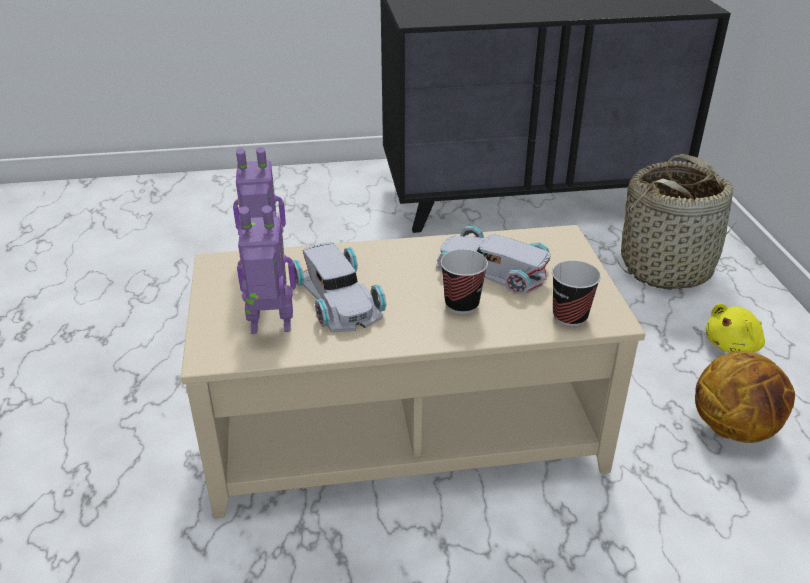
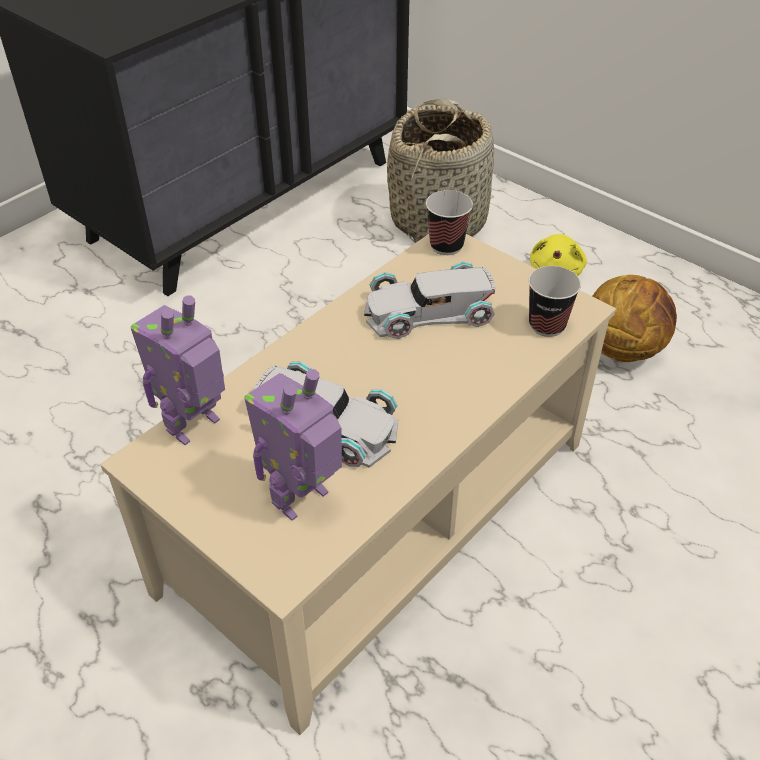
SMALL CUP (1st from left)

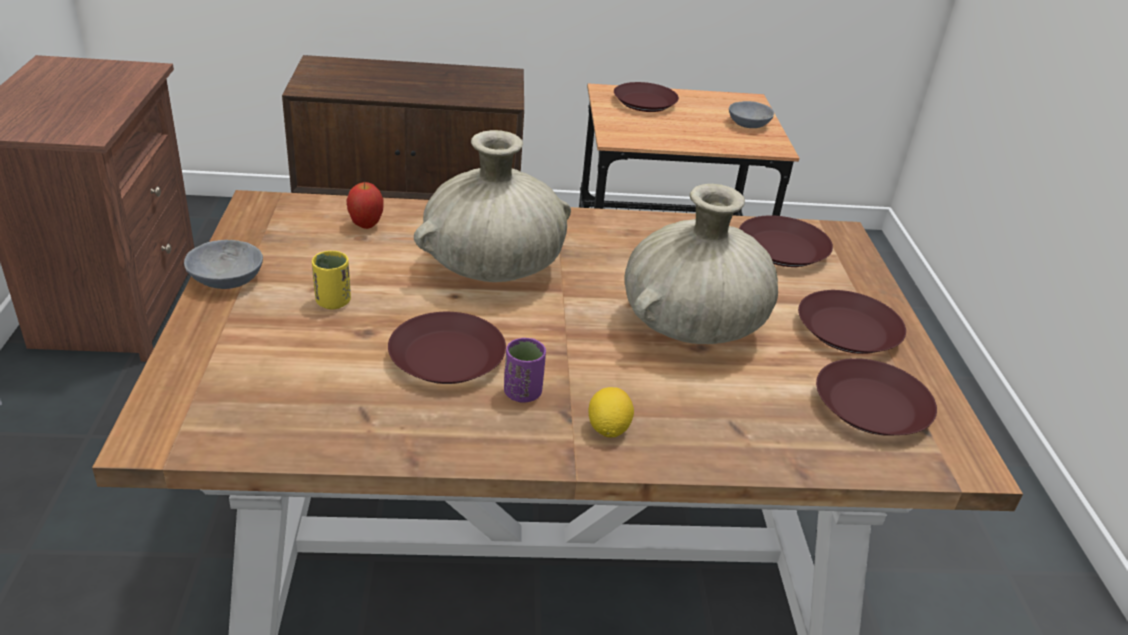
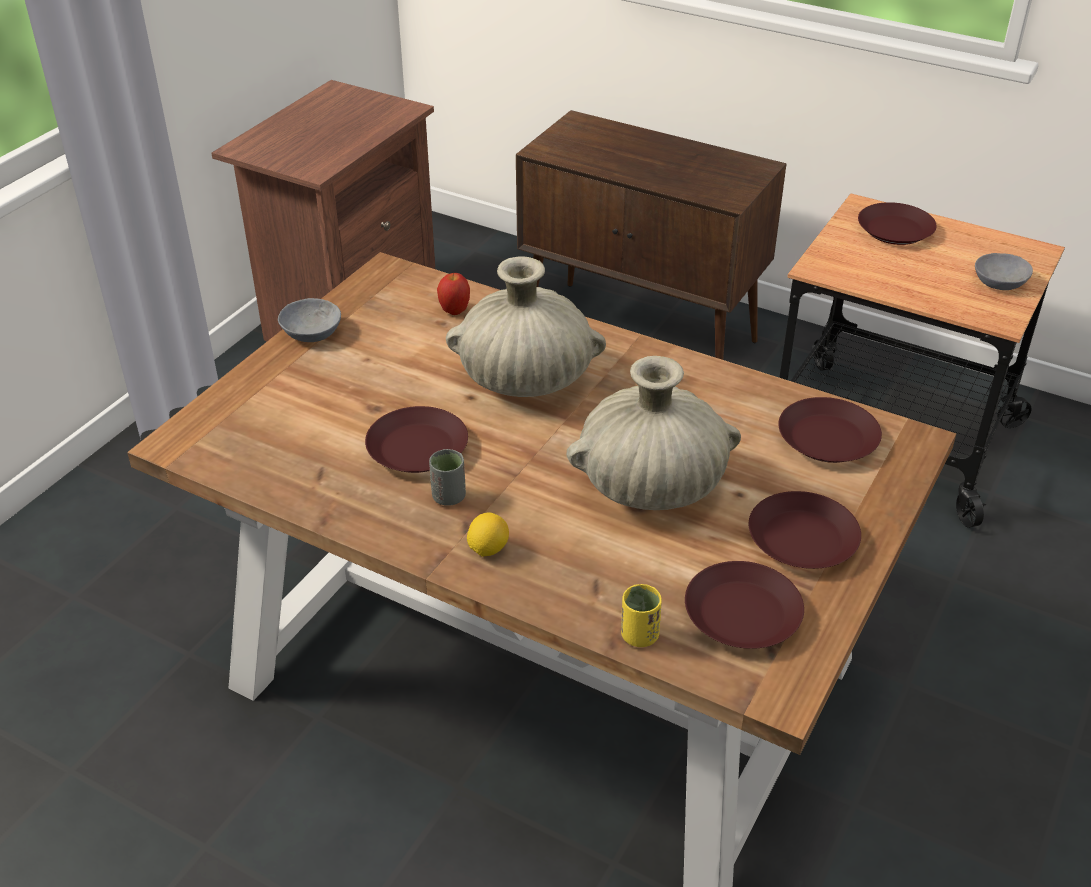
YELLOWISH SMALL CUP
GREY SMALL CUP

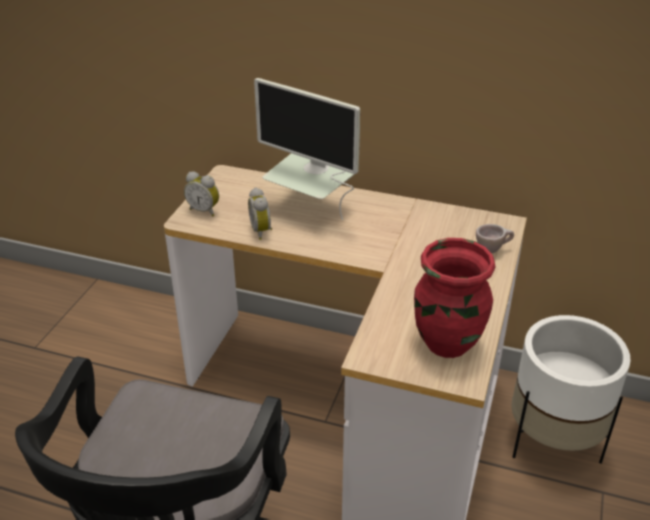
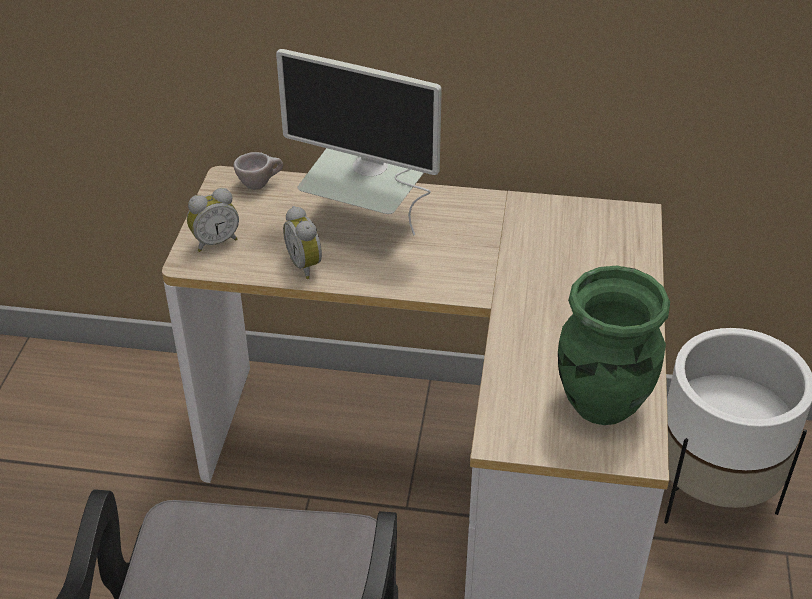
ALARM CLOCK (1st from left)
GREEN-COLOURED FLOWER VASE
SAND-COLOURED SMALL CUP

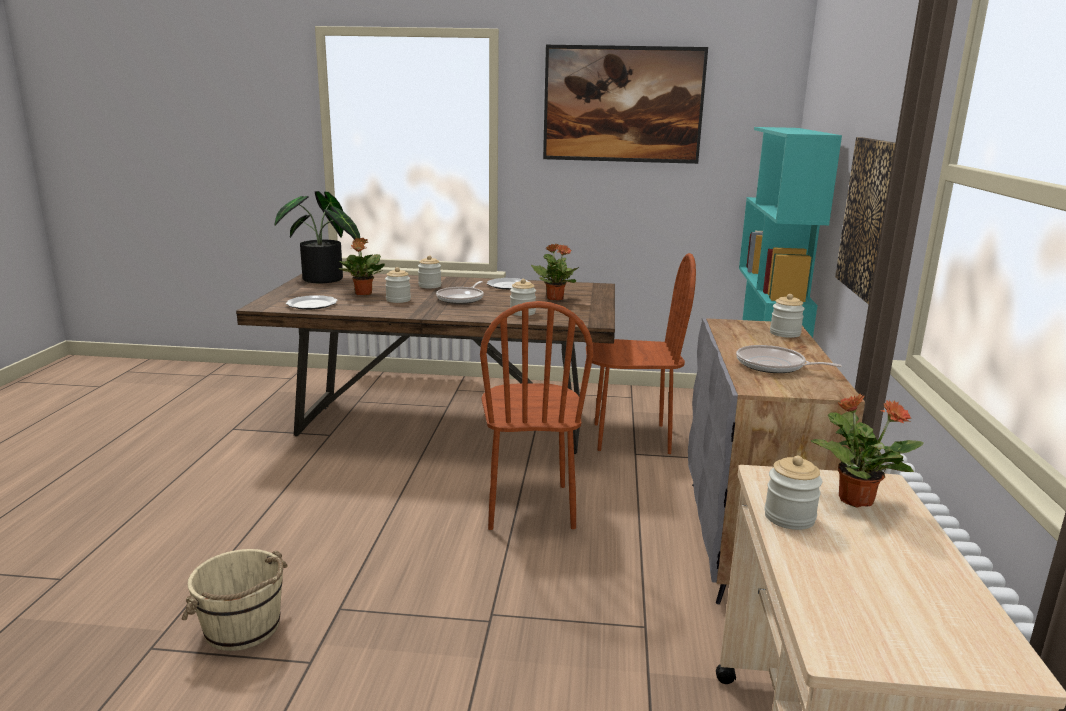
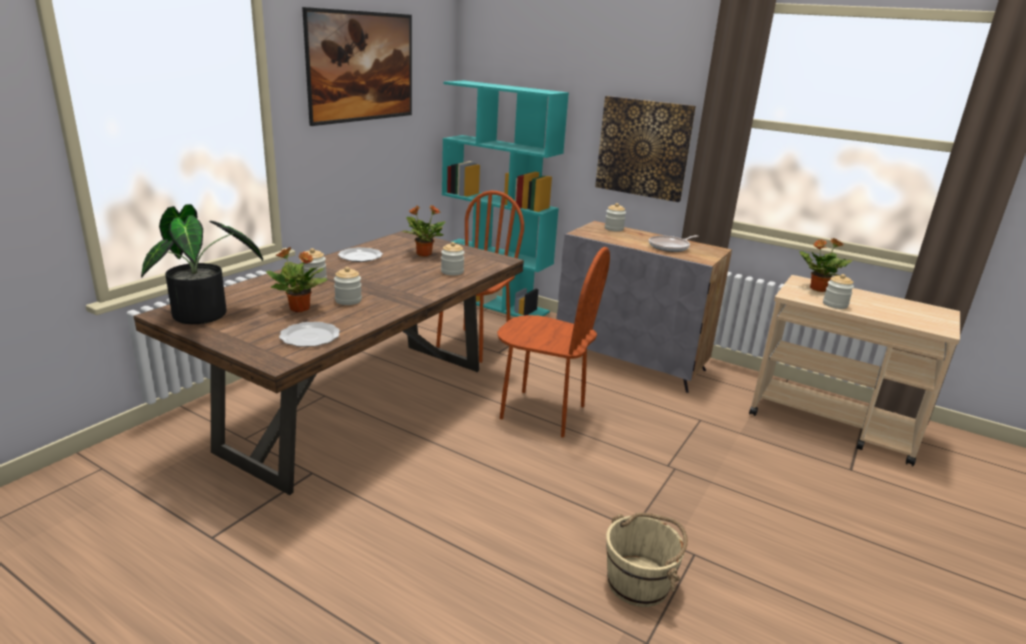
FRYING PAN (1st from left in the first image)

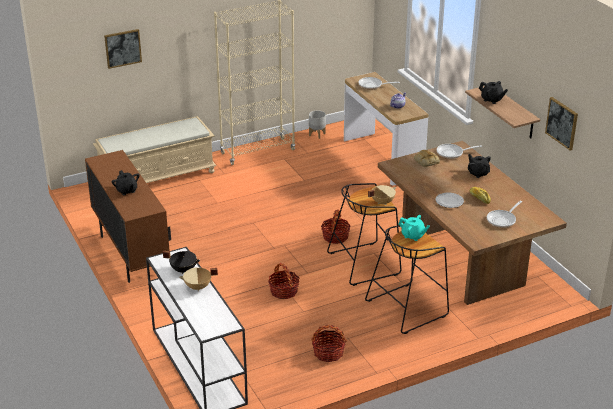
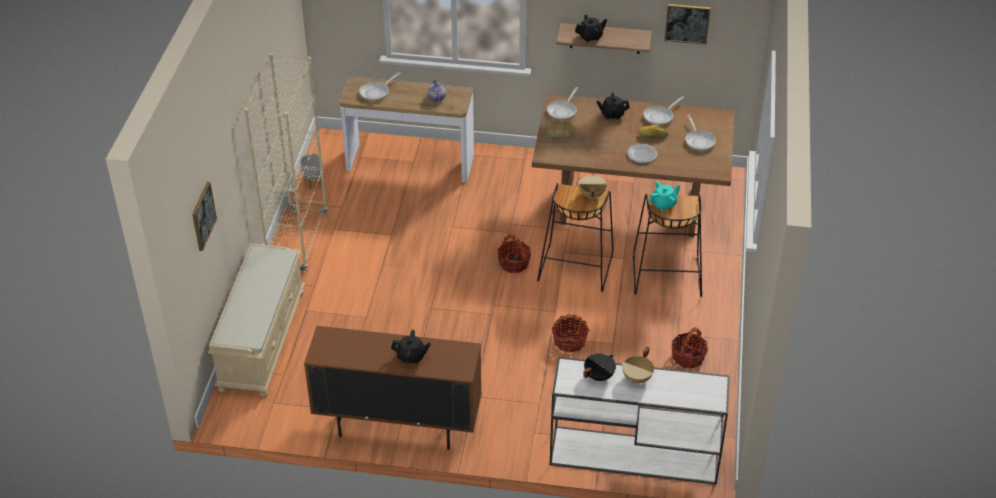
FRYING PAN (3rd from left)

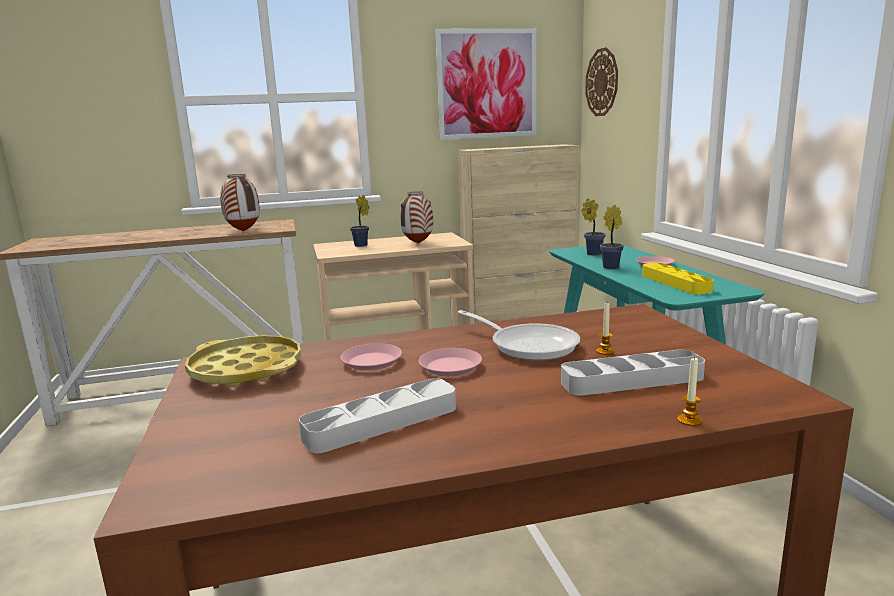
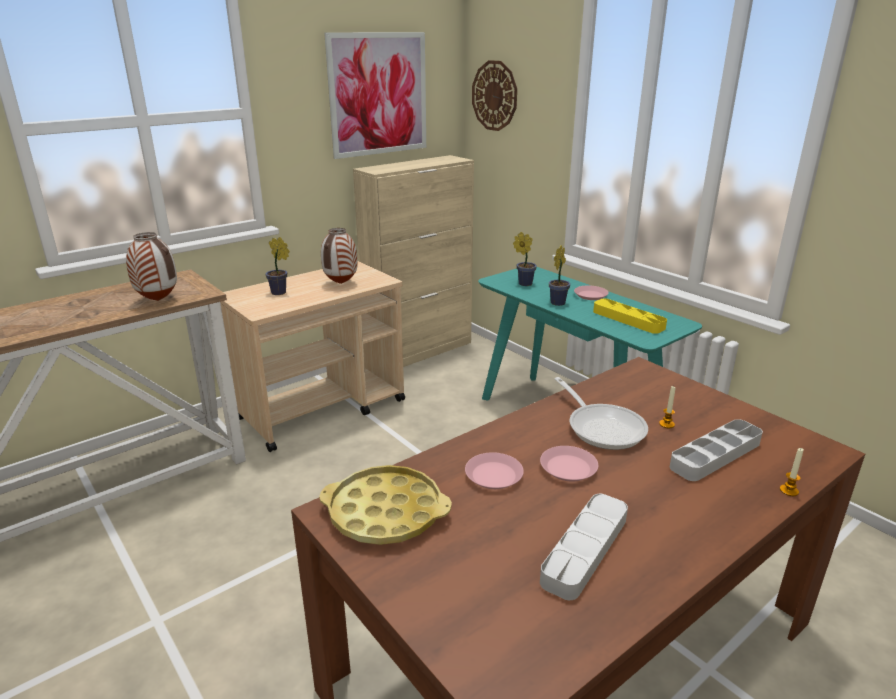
FRYING PAN

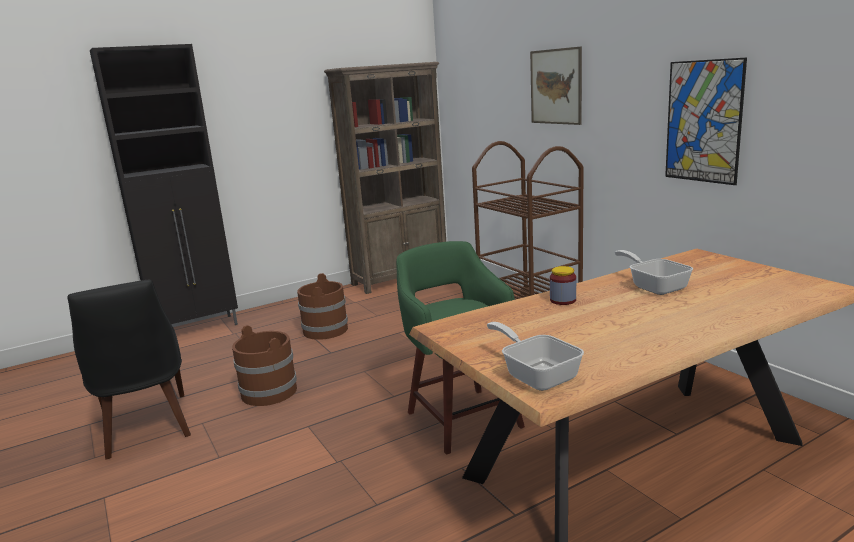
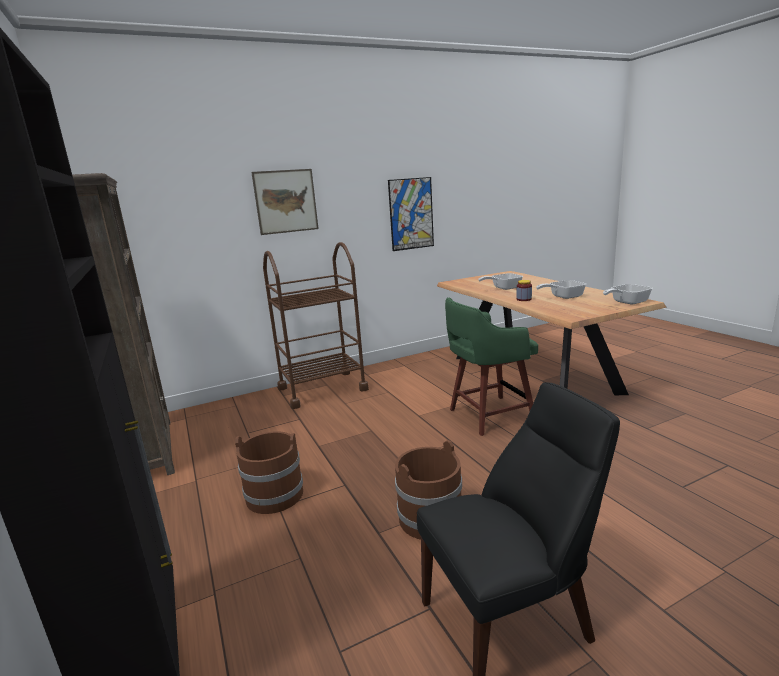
FRYING PAN (2nd from left)

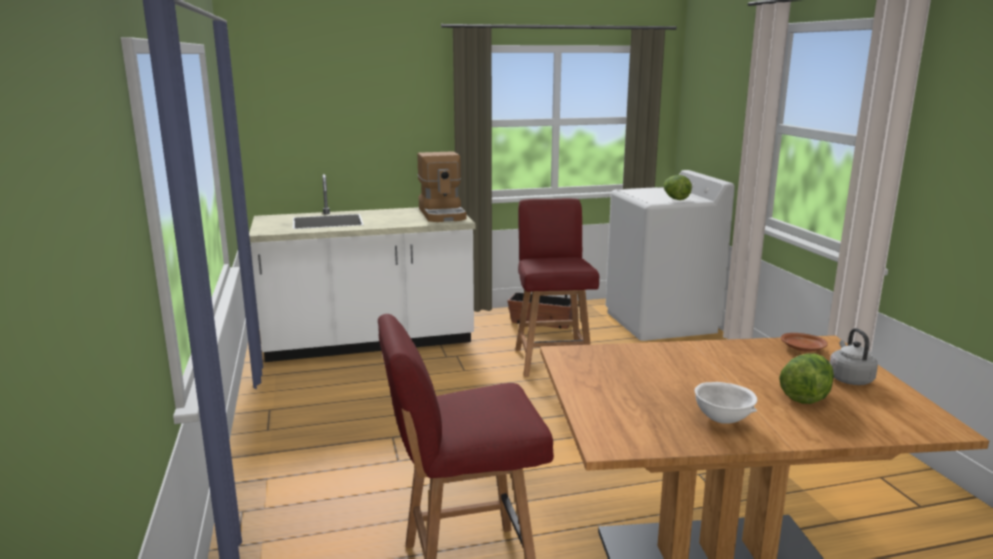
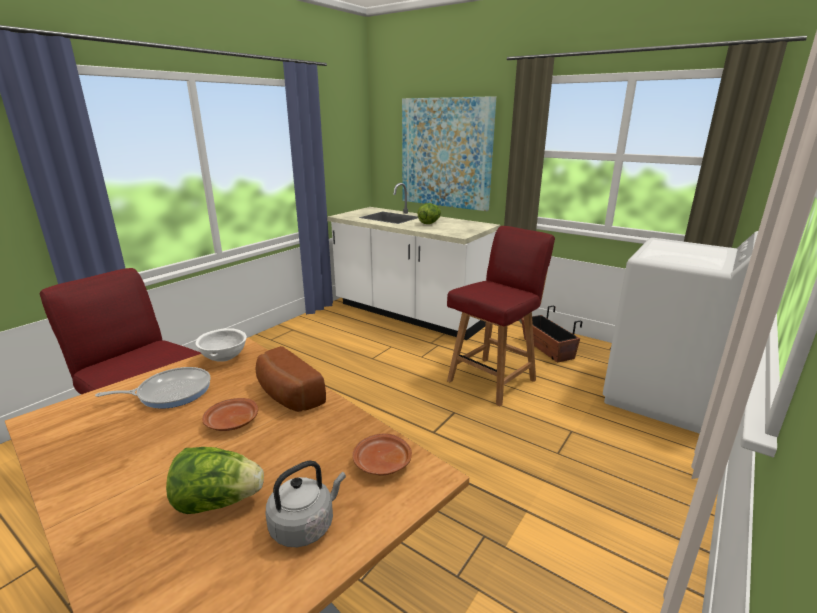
COFFEE BREWER
LETTUCE HEAD (2nd from left)
WHITE-COLOURED SERVING BOWL
FRYING PAN
BROWNISH FLAT DISH (1st from left)
BREAD
PICTURE

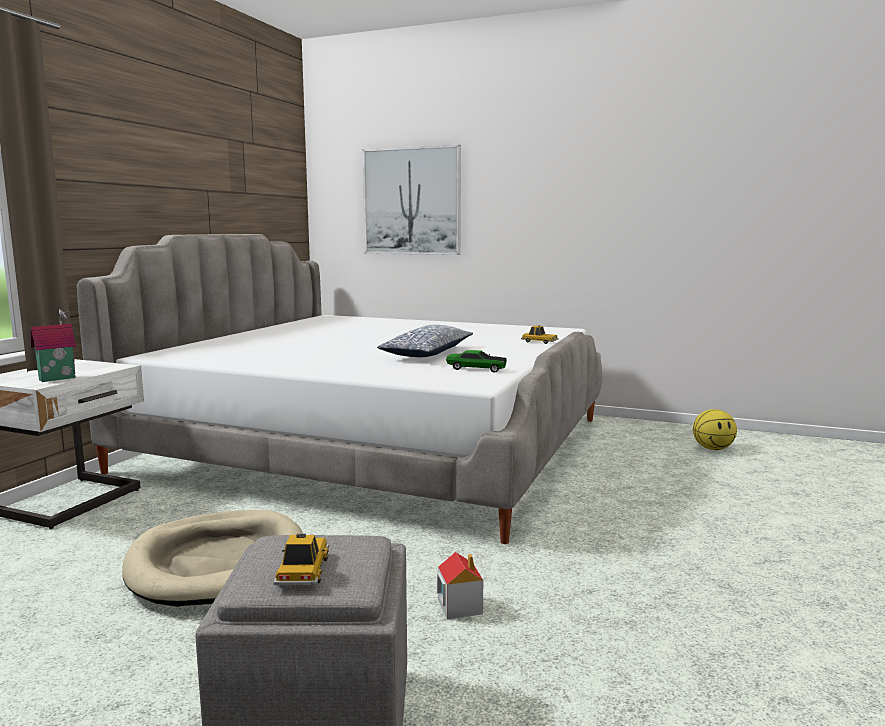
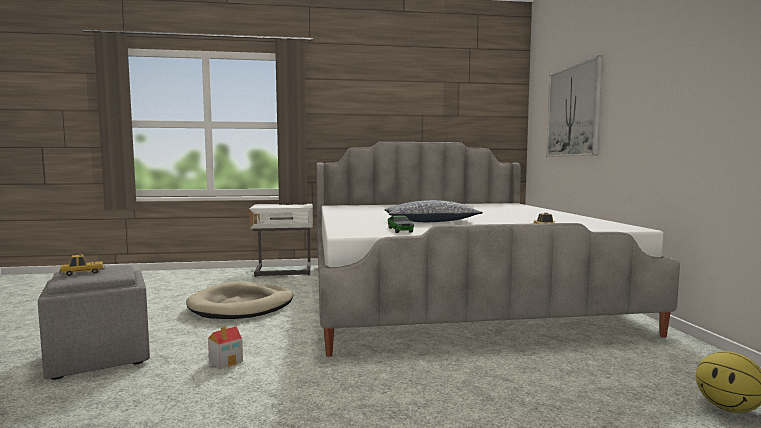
MINIATURE HOUSE (1st from left in the first image)

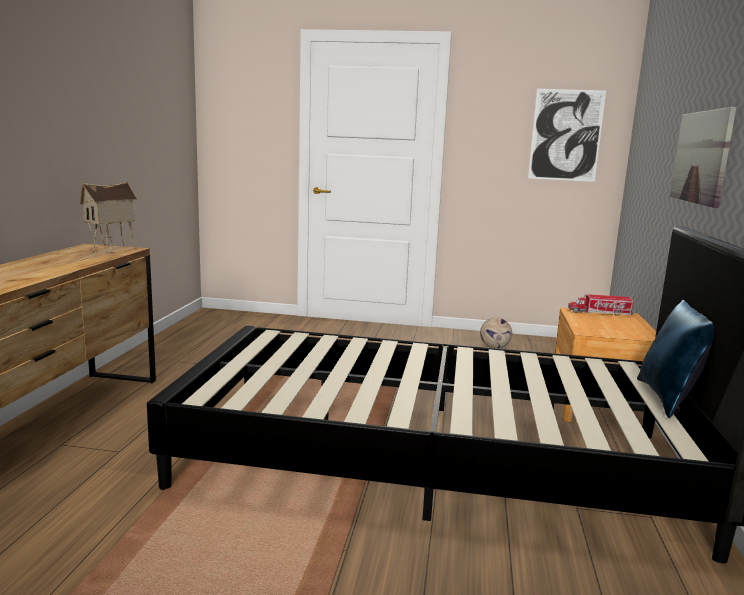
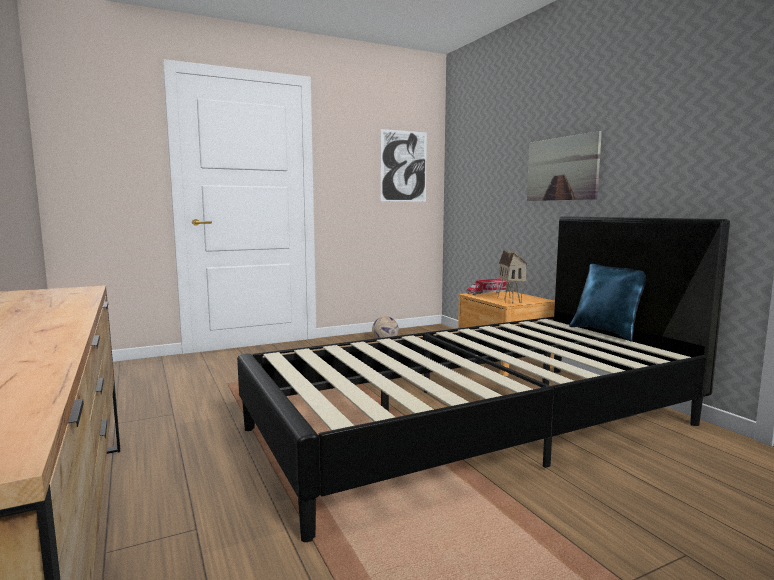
MINIATURE HOUSE

